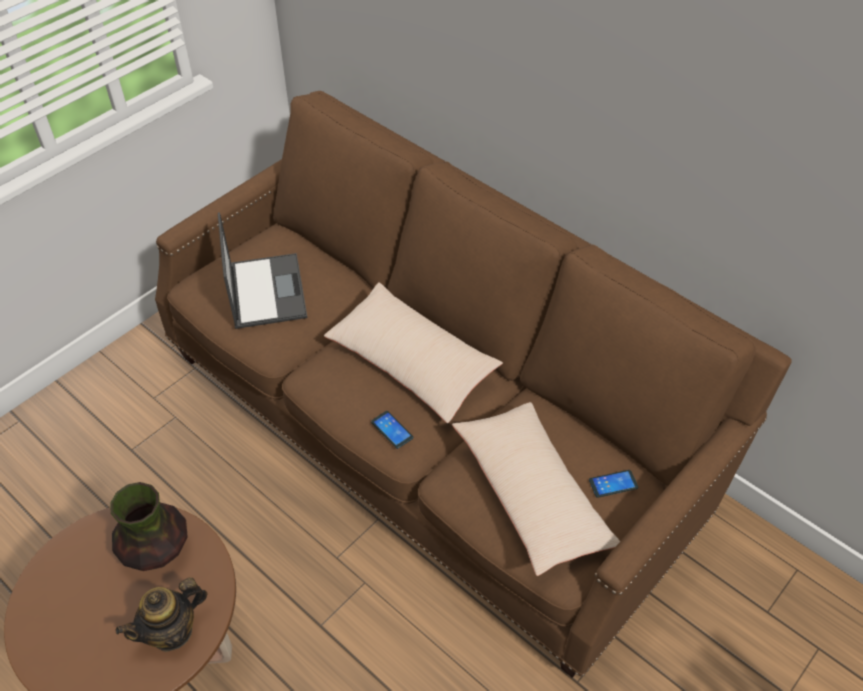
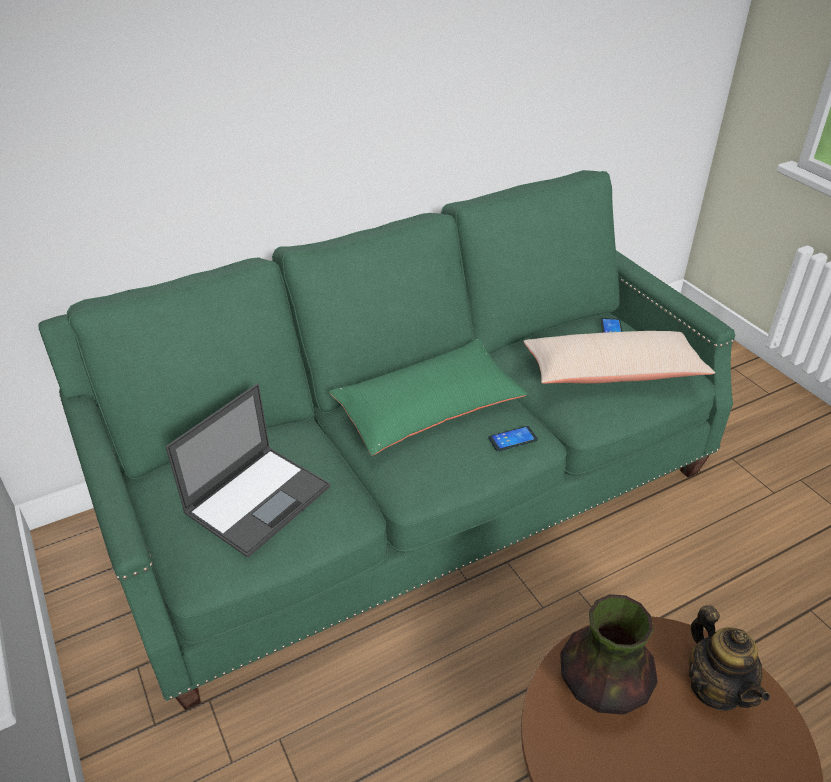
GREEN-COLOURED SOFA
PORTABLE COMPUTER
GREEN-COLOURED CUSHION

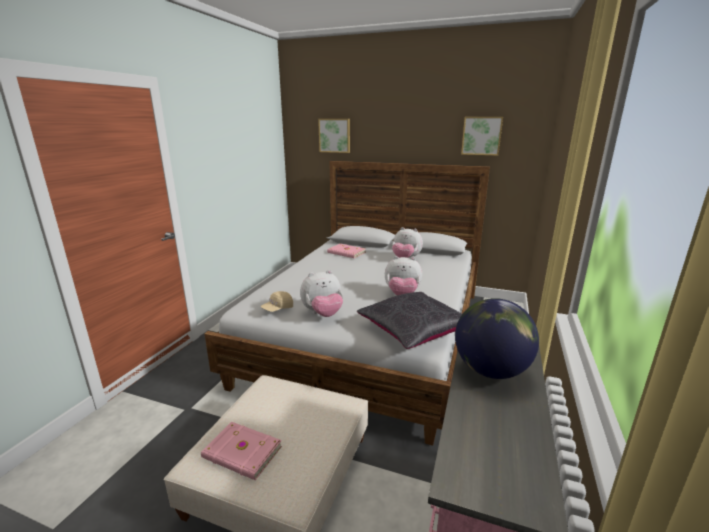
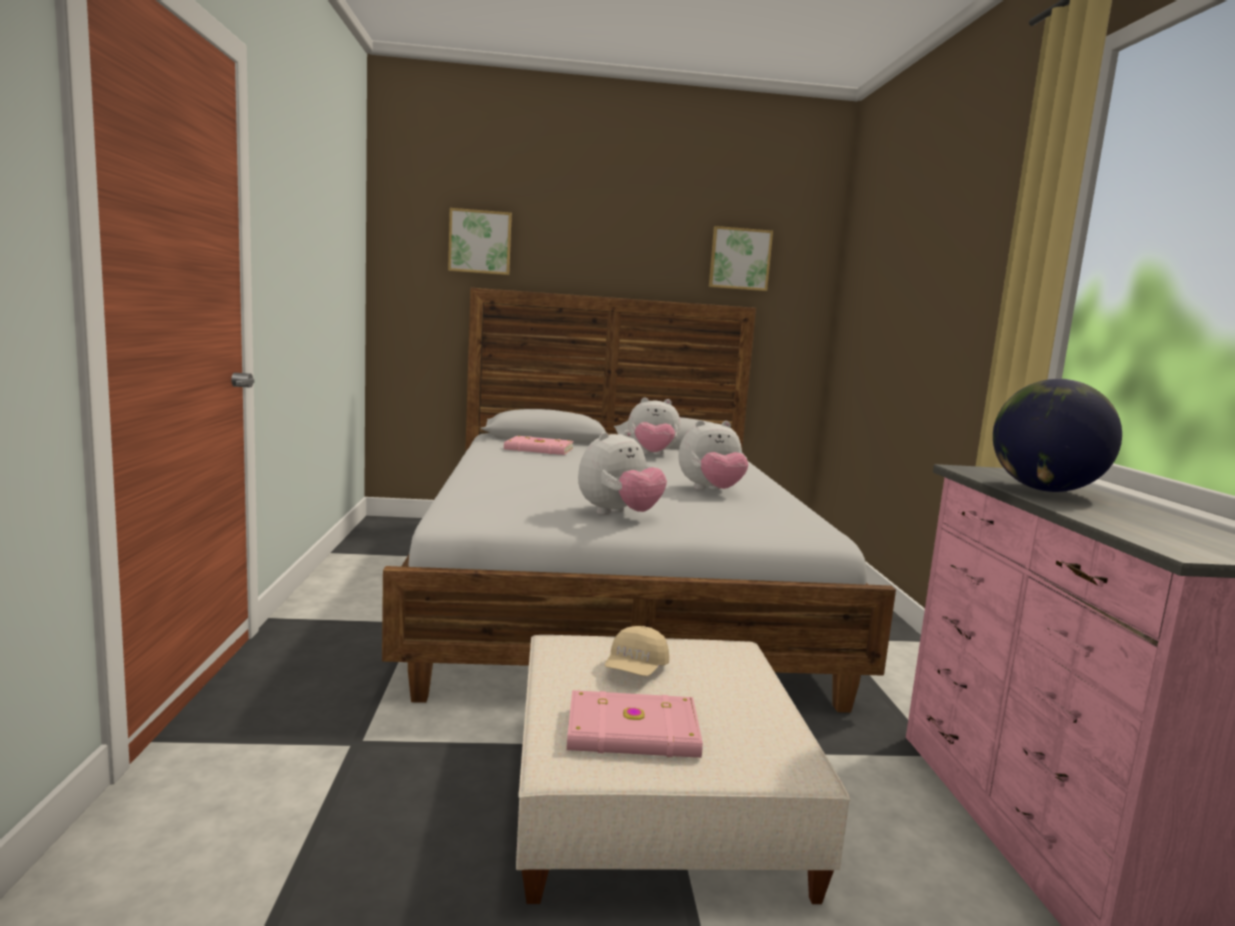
SAND-COLOURED CAP
BLACKISH CUSHION

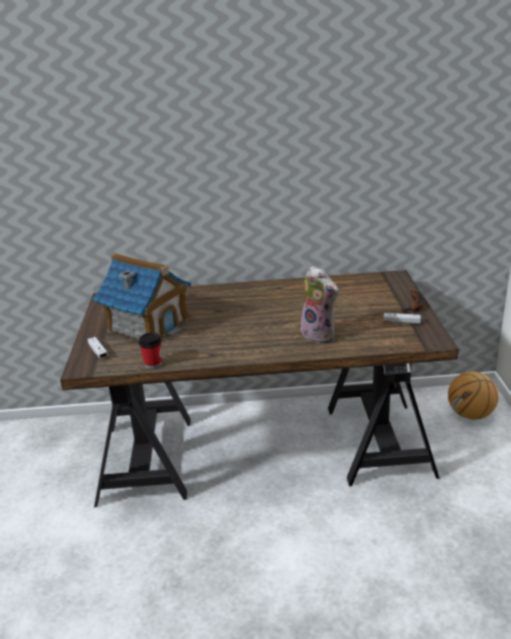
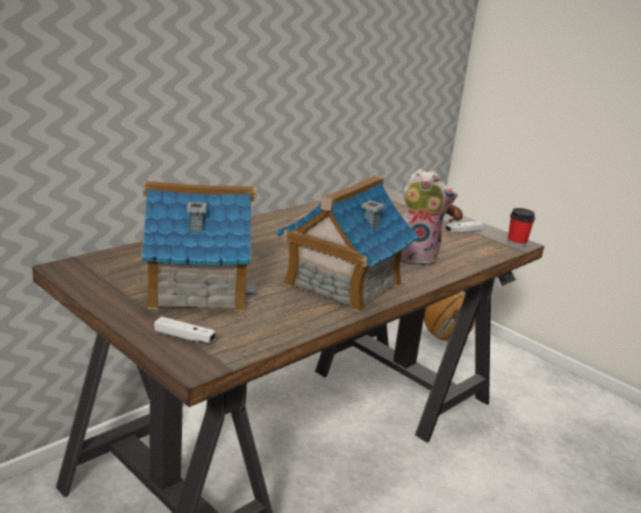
SMALL CUP
MINIATURE HOUSE (2nd from left)

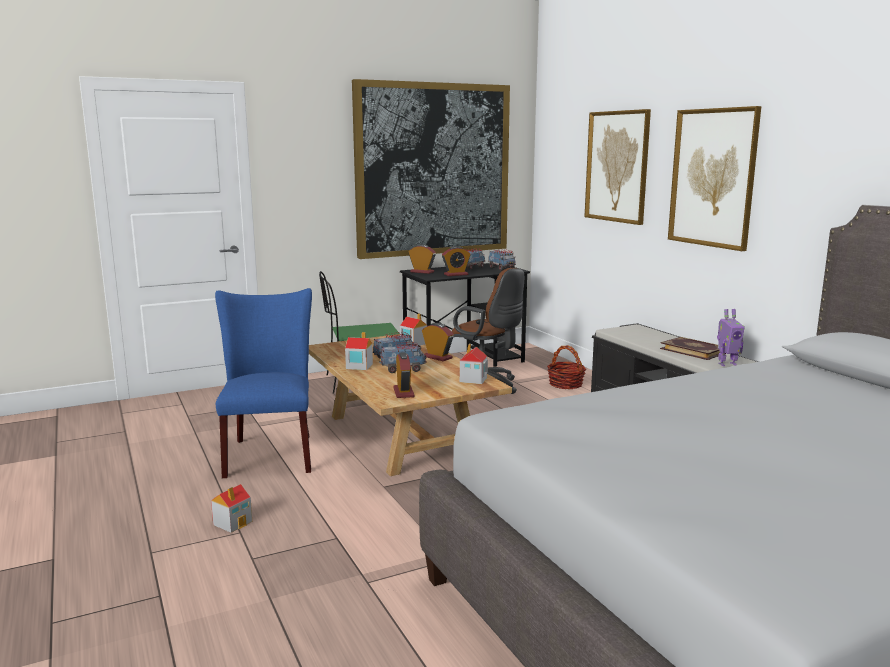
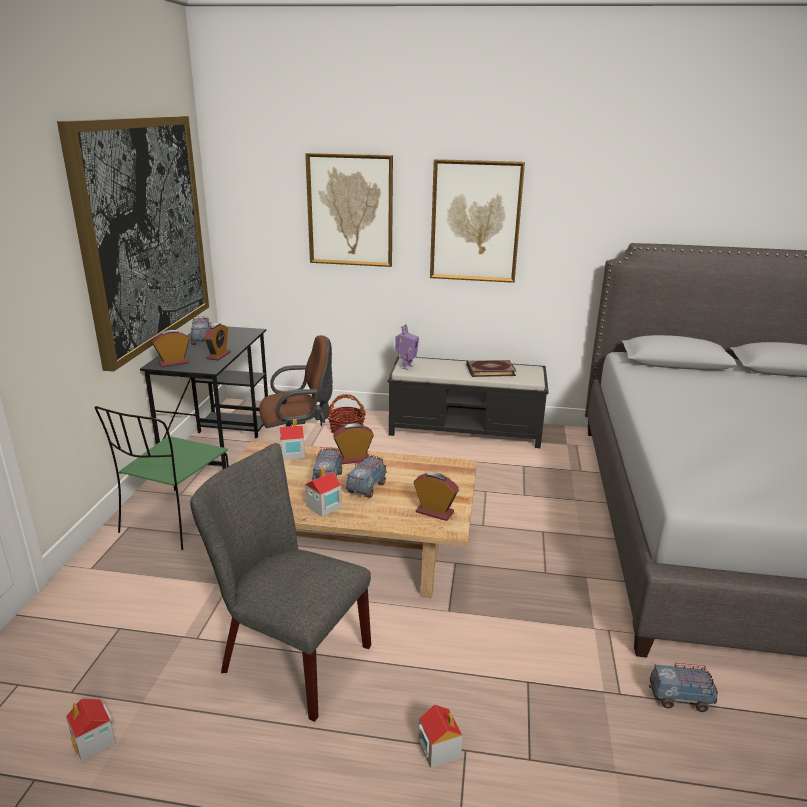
GREY UPRIGHT CHAIR
MINIATURE HOUSE (1st from left)
TOY TRUCK (4th from left)
TOY ROBOT

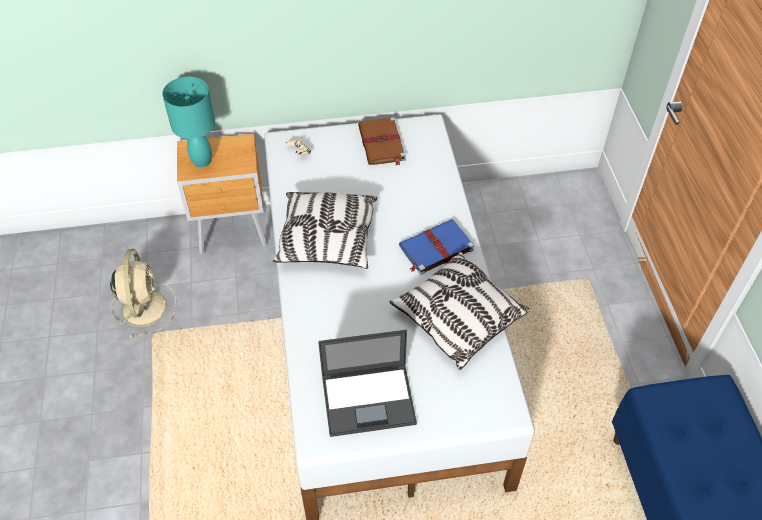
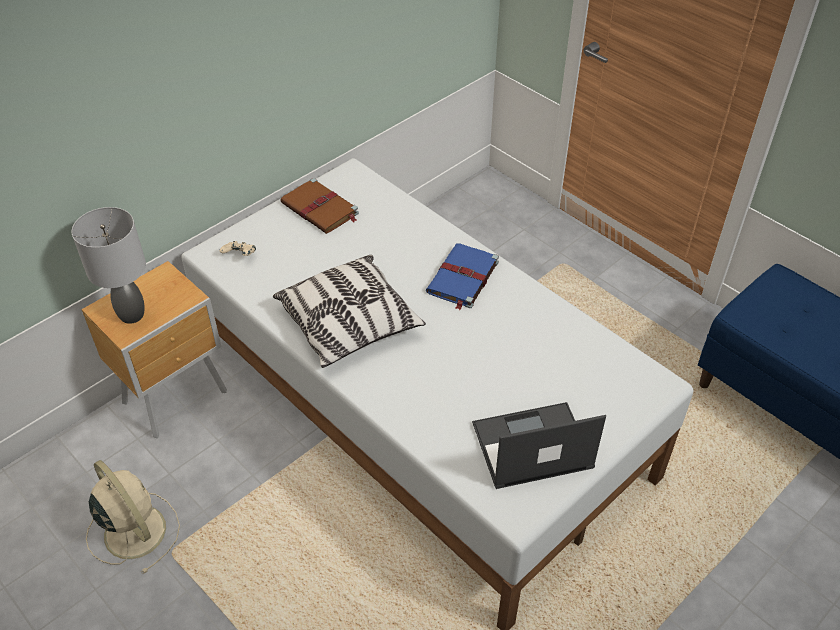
GREY TABLE LAMP
PORTABLE COMPUTER
CUSHION (2nd from left in the first image)

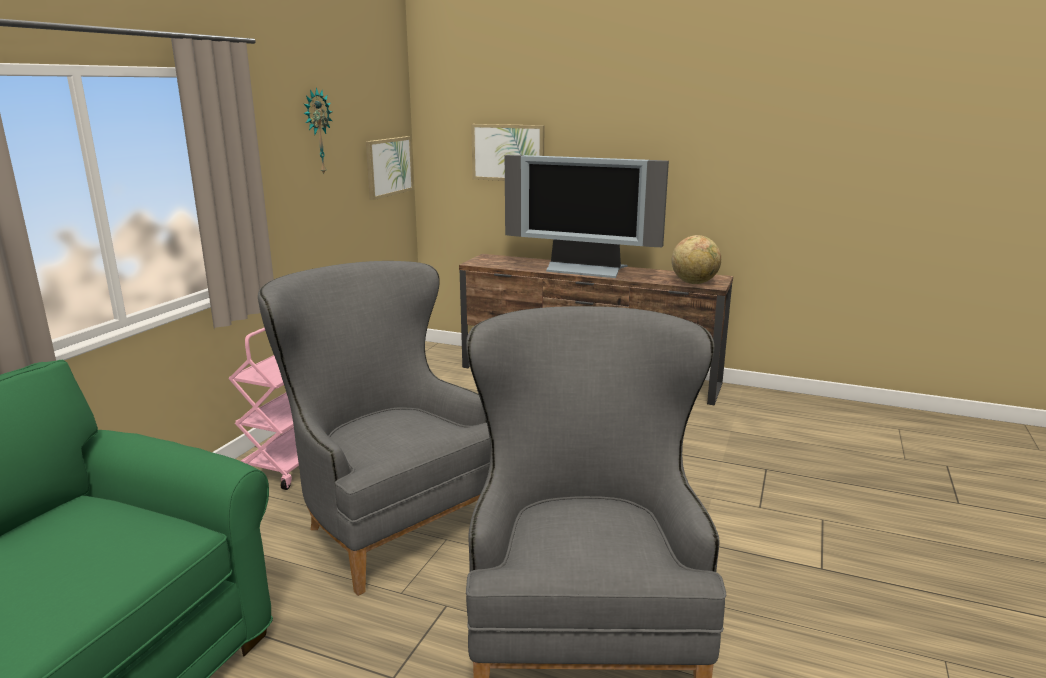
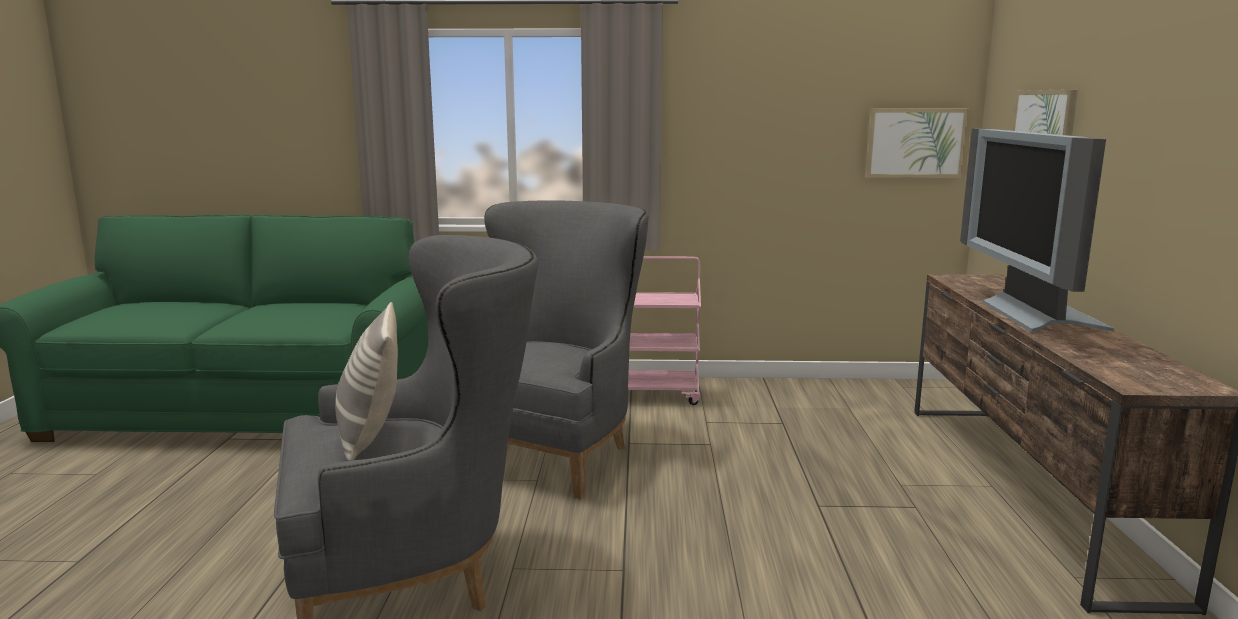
CLOCK ON THE WALL
DESK GLOBE
CUSHION

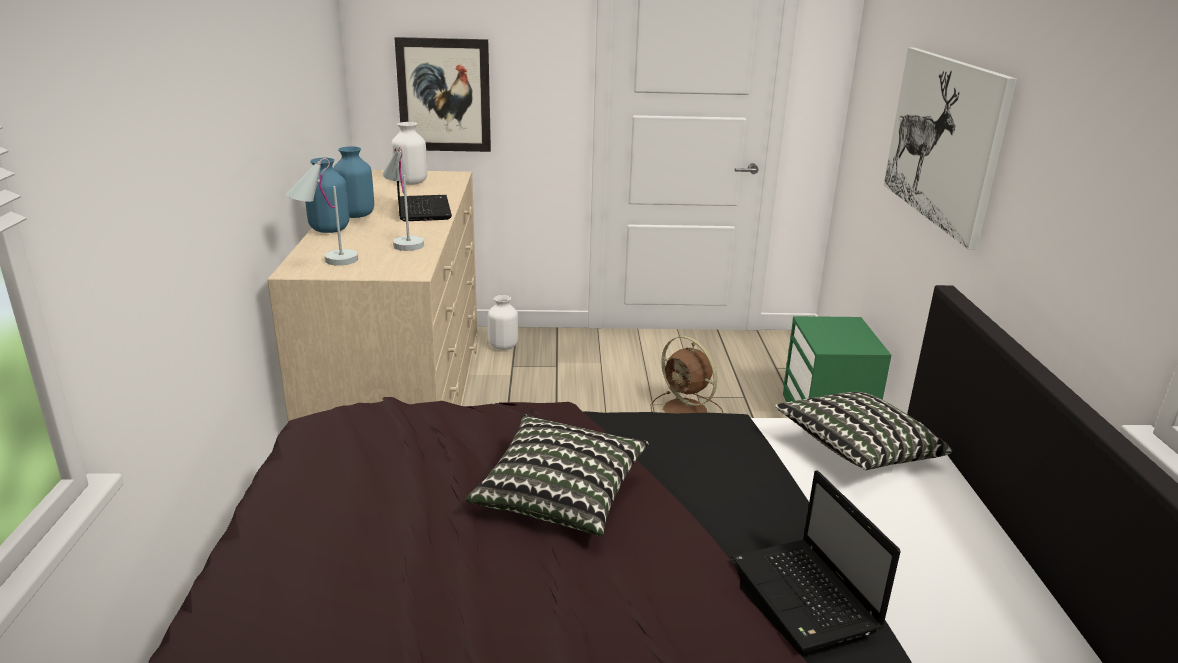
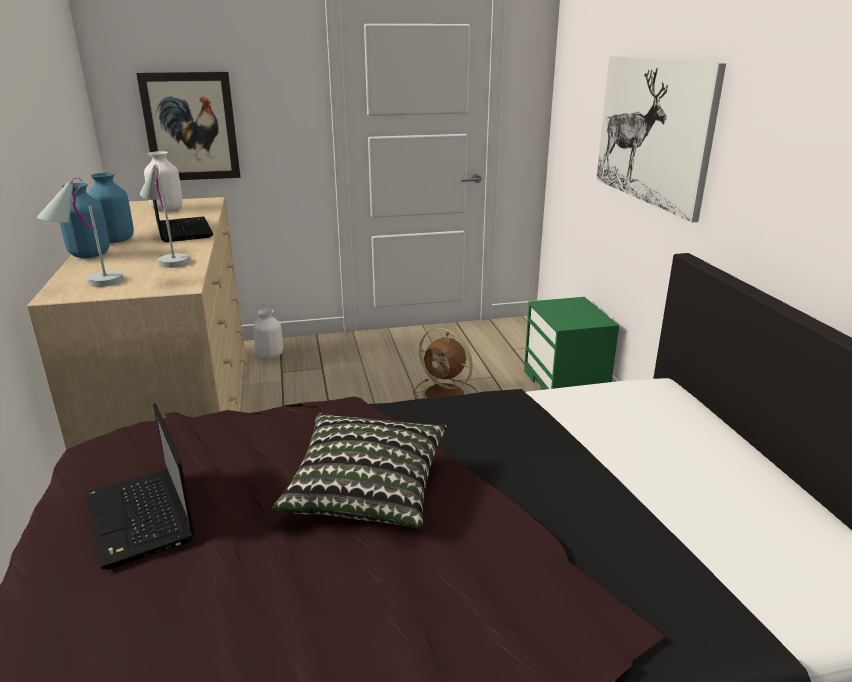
PORTABLE COMPUTER (1st from left)
CUSHION (2nd from left in the first image)

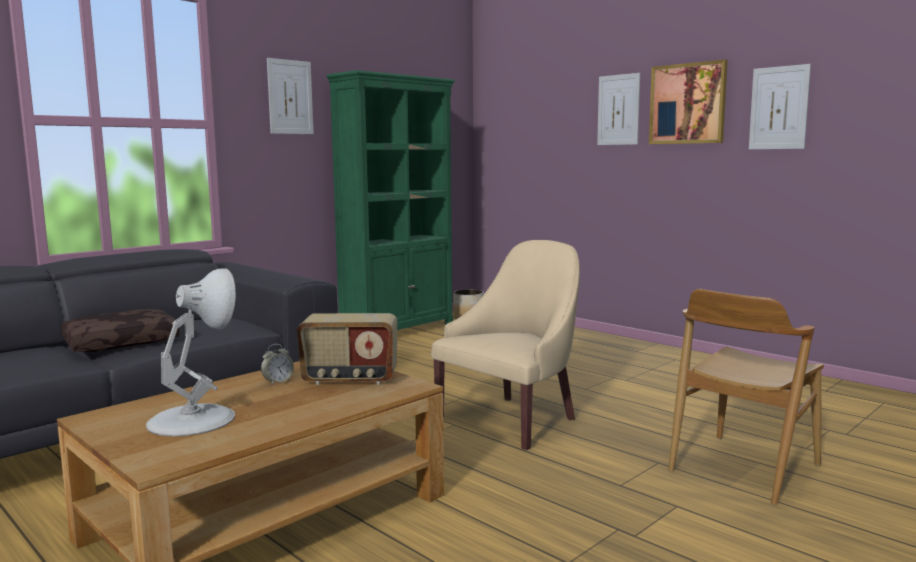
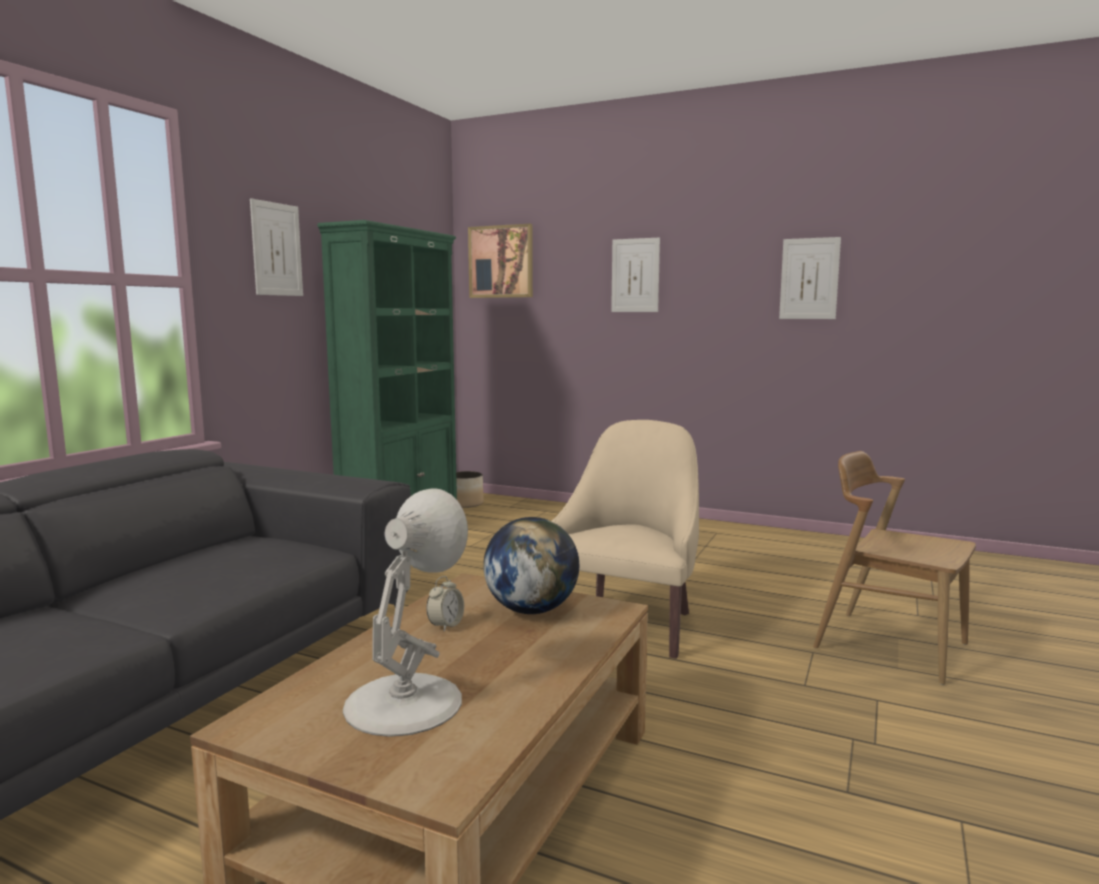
BROWNISH CUSHION
DESK GLOBE
PICTURE (2nd from left)
BROWNISH UPRIGHT CHAIR

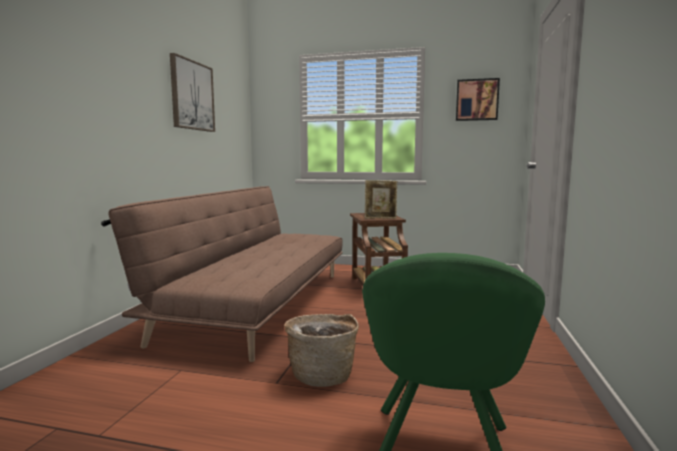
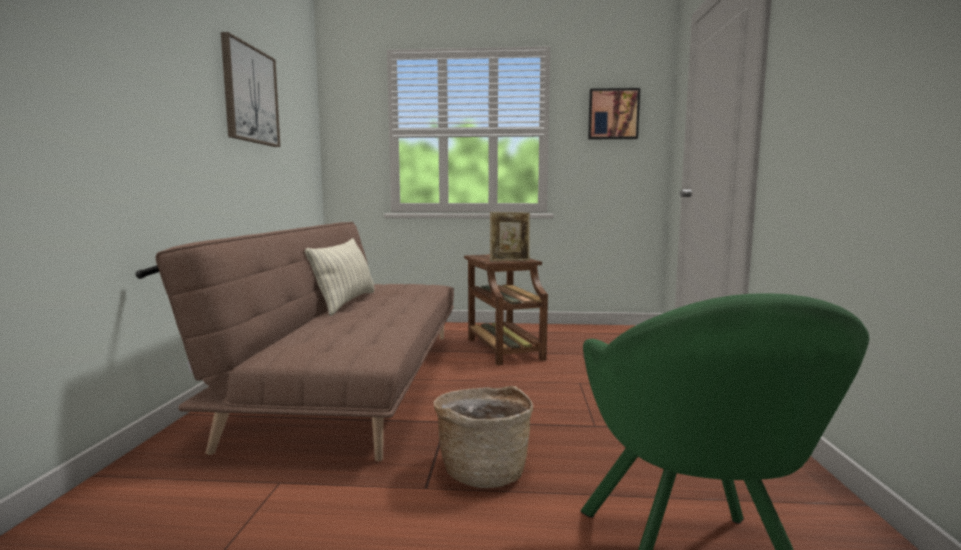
CUSHION

